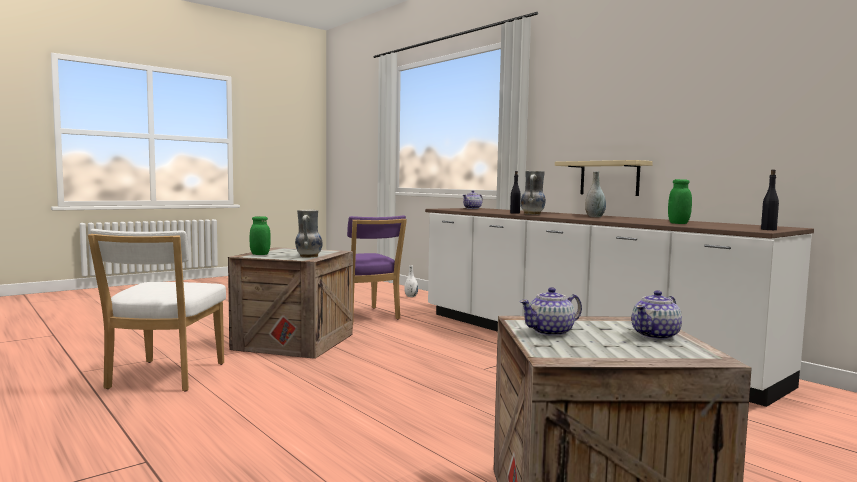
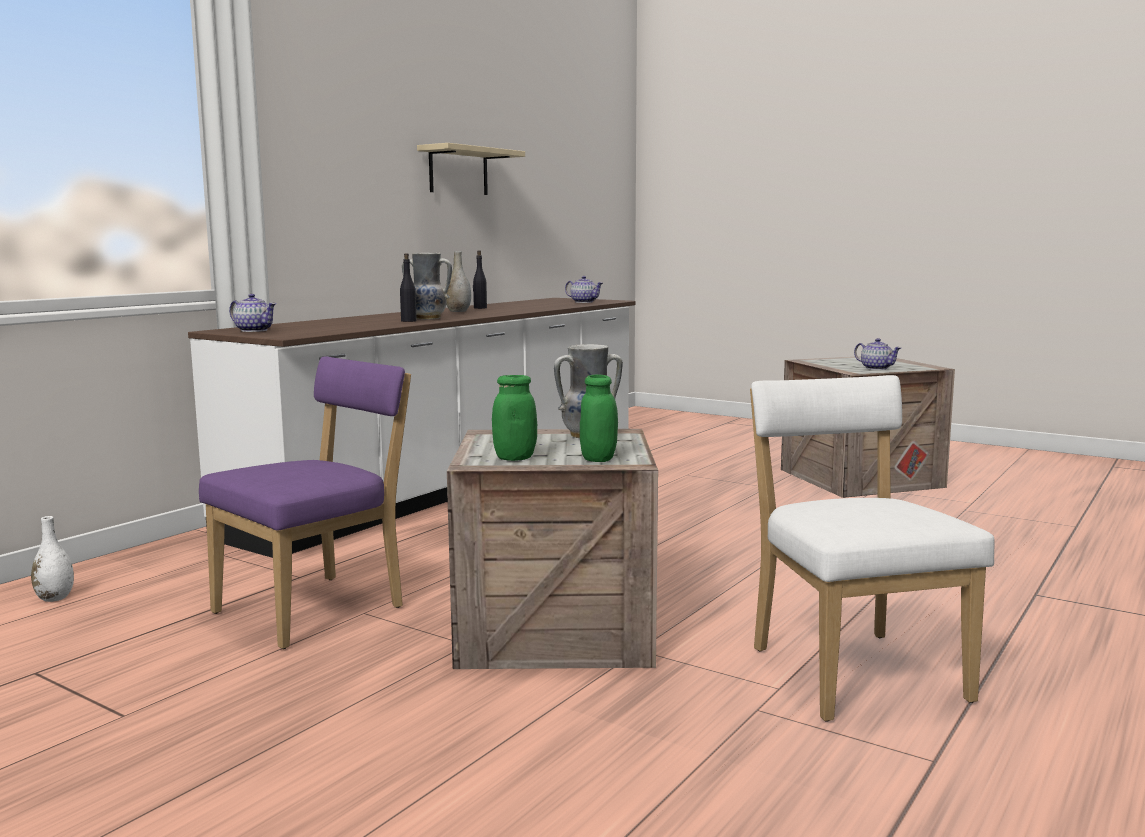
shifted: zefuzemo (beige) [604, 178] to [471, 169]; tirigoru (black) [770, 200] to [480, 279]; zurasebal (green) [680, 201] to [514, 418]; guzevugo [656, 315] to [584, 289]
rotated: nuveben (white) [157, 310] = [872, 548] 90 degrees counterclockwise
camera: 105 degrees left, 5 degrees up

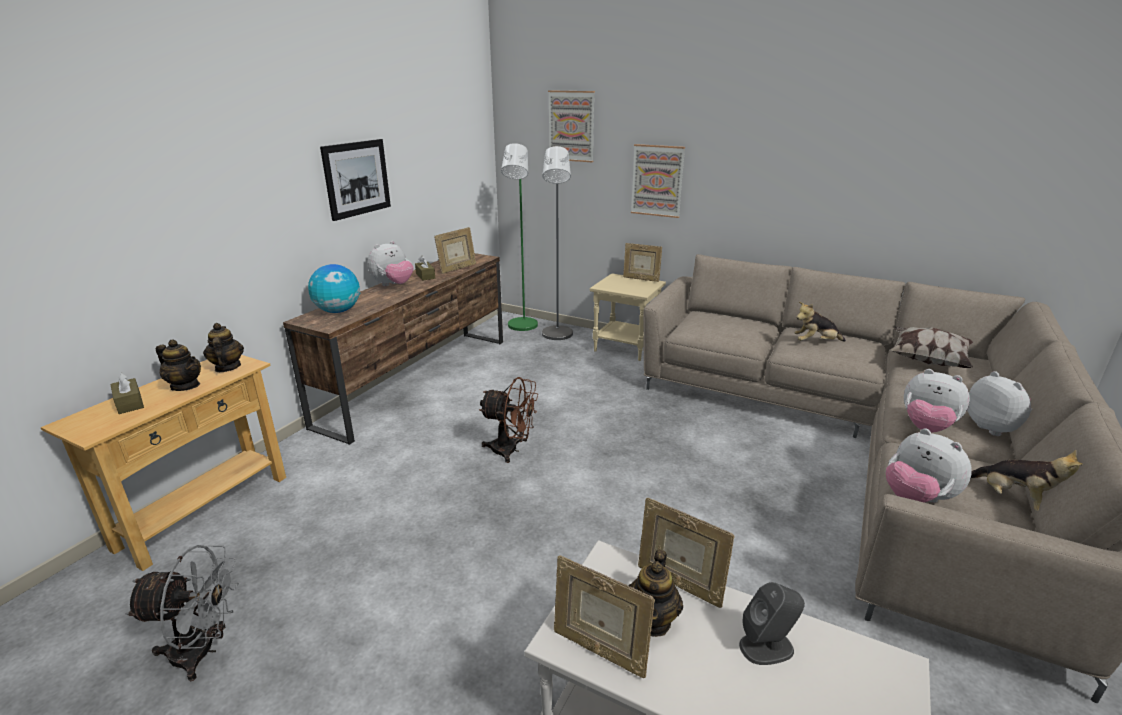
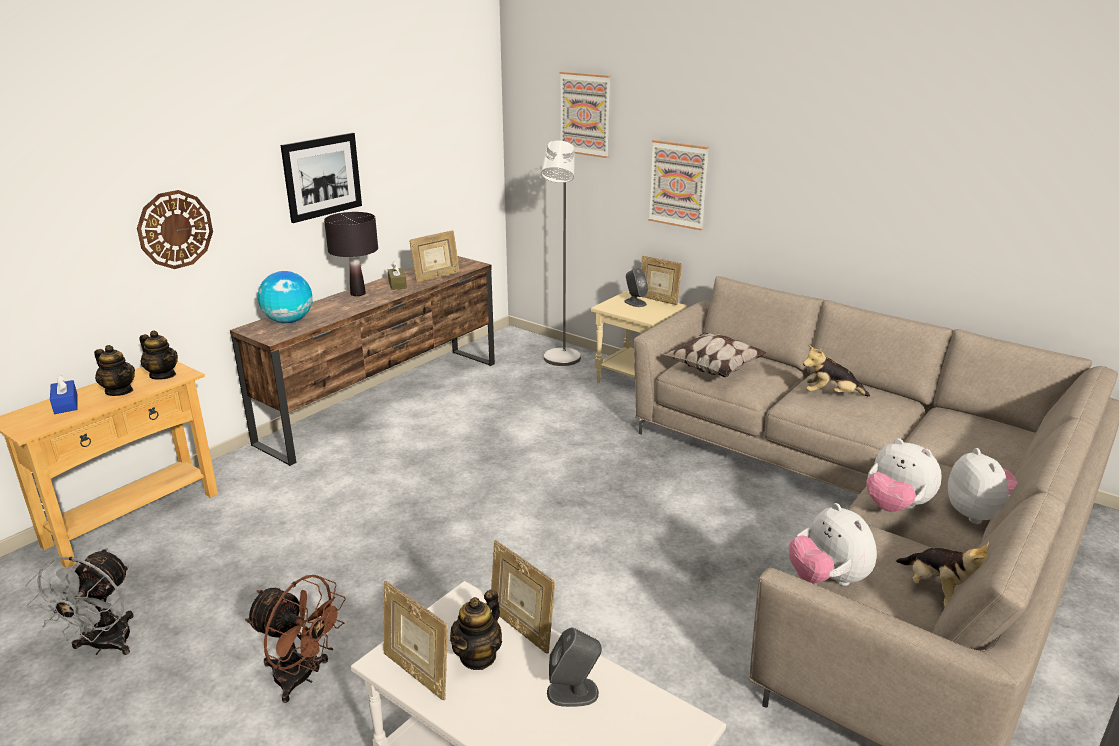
gone: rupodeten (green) [519, 237]
new: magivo [175, 229]; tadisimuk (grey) [636, 287]
shifted: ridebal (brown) [508, 420] to [295, 639]; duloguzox [931, 347] to [715, 355]
swapped: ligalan [390, 263] to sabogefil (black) [351, 254]
repainted: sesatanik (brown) [127, 393] to sesatanik (blue) [63, 394]
rotated: ridebal (grey) [182, 613] = [79, 601] 90 degrees clockwise; guzevugo [223, 347] = [159, 355] 135 degrees clockwise
camera: 10 degrees right, 0 degrees up

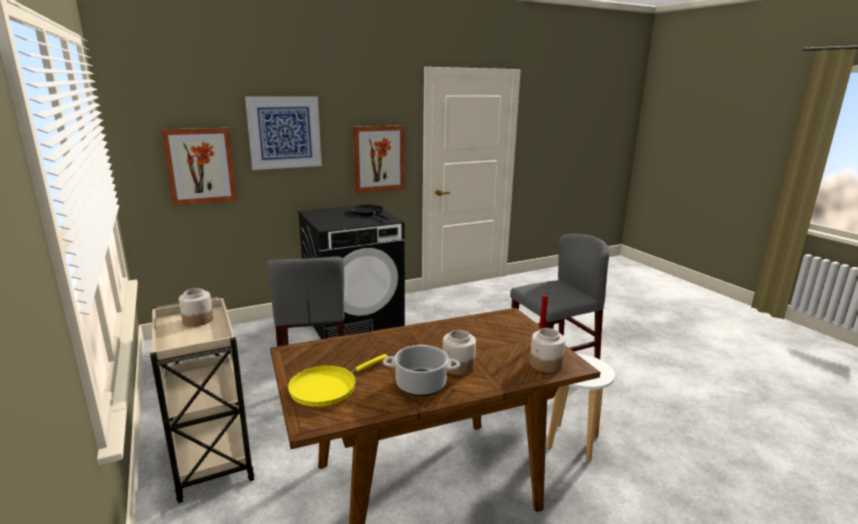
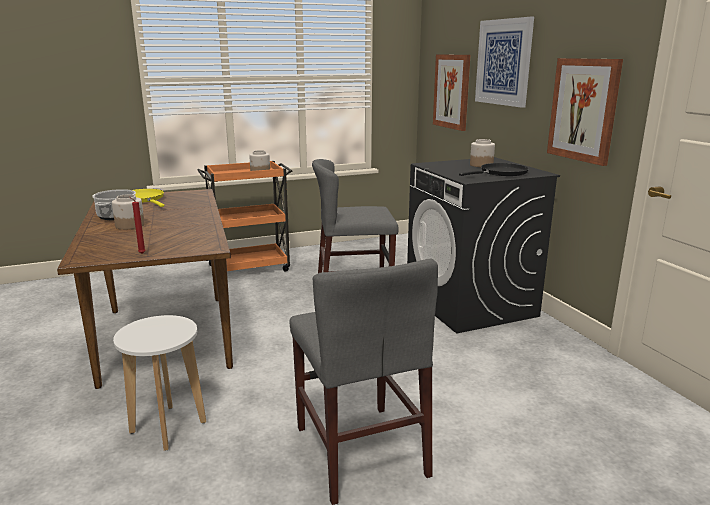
shifted: zurasebal [547, 350] to [482, 153]
repainted: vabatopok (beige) [202, 399] to vabatopok (orange) [245, 216]
camera: 95 degrees right, 0 degrees up

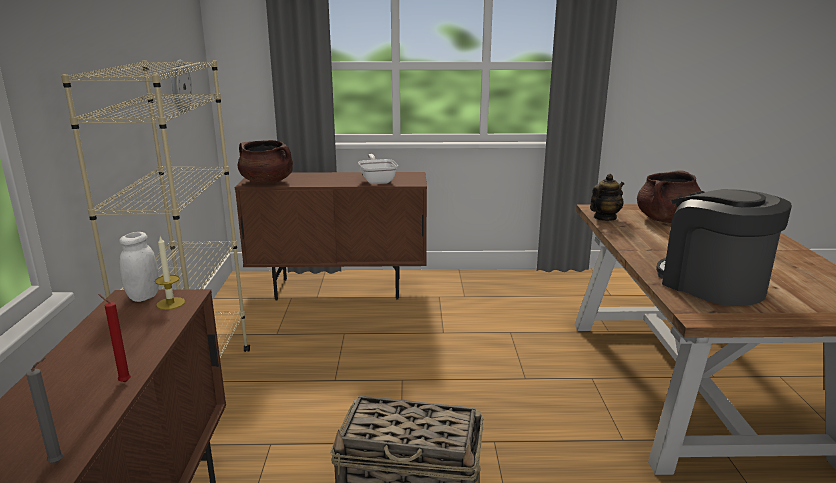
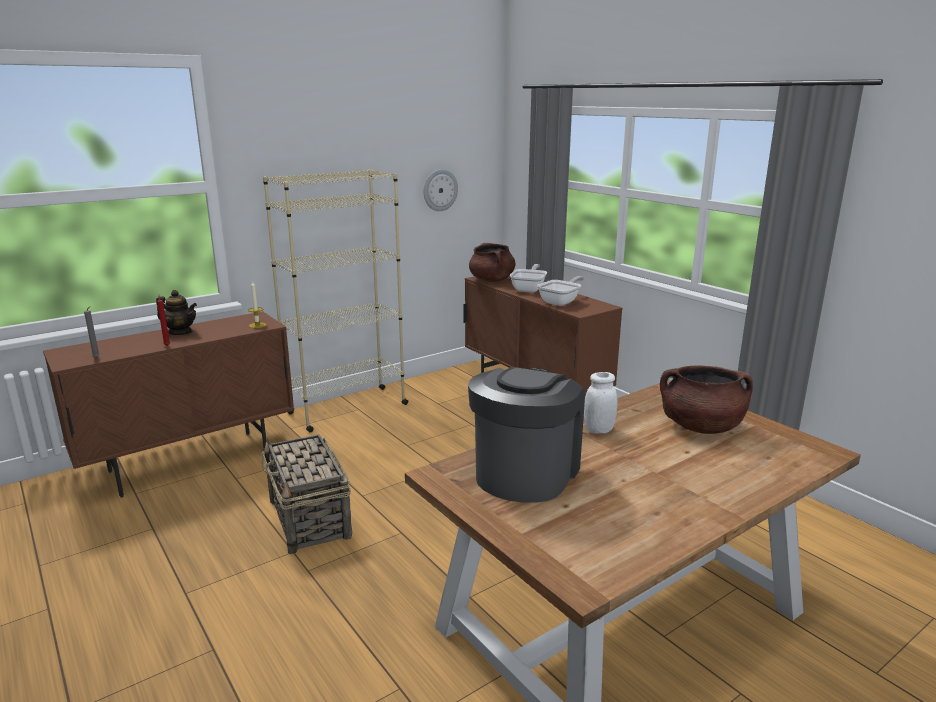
new: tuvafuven [528, 278]
shifted: guzevugo [607, 197] to [176, 312]; zurasebal (white) [139, 267] to [600, 402]
camera: 55 degrees right, 0 degrees up

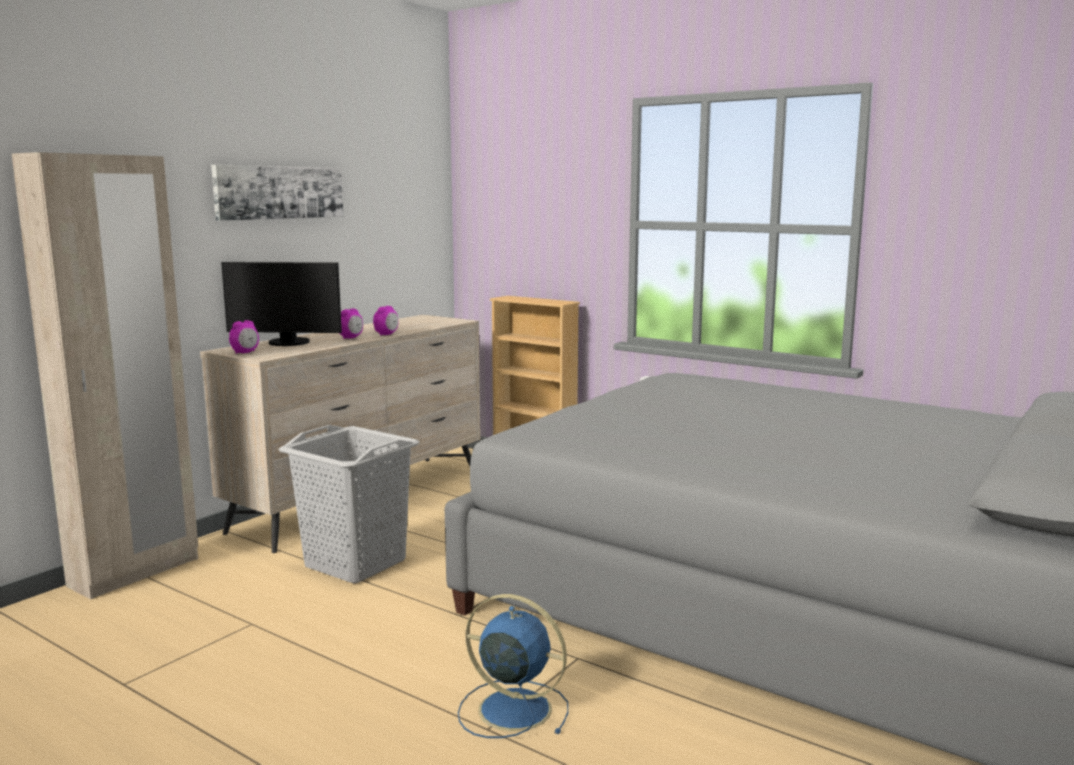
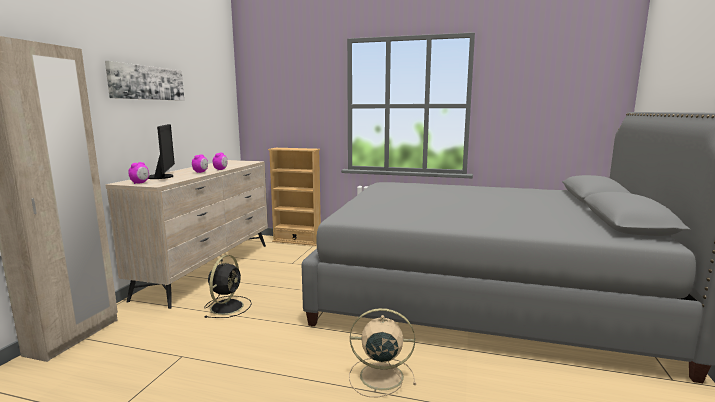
swapped: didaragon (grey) [348, 504] to ridebal (black) [228, 286]
repainted: ridebal (blue) [513, 666] to ridebal (beige) [382, 352]
rotated: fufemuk [281, 304] = [161, 151] 90 degrees counterclockwise
camera: 20 degrees left, 0 degrees up

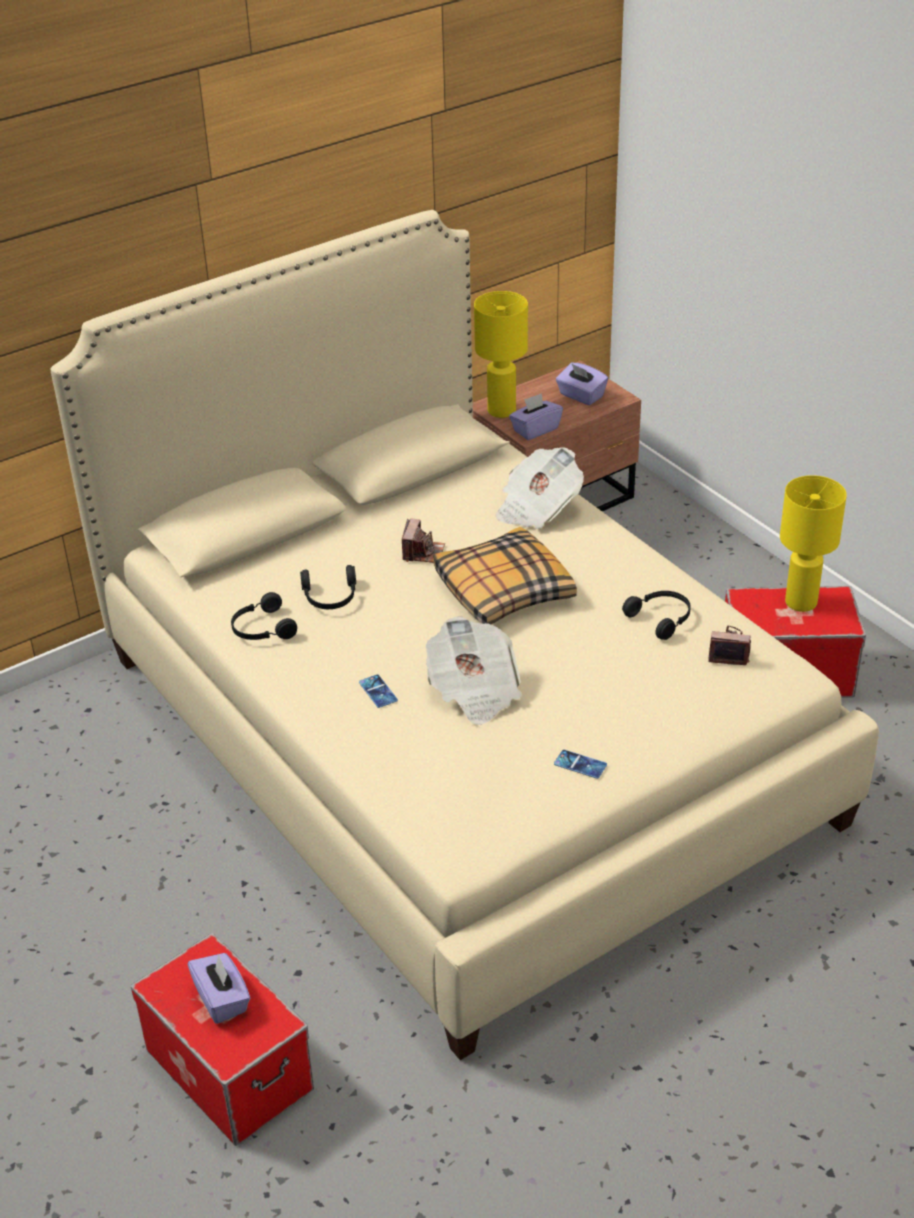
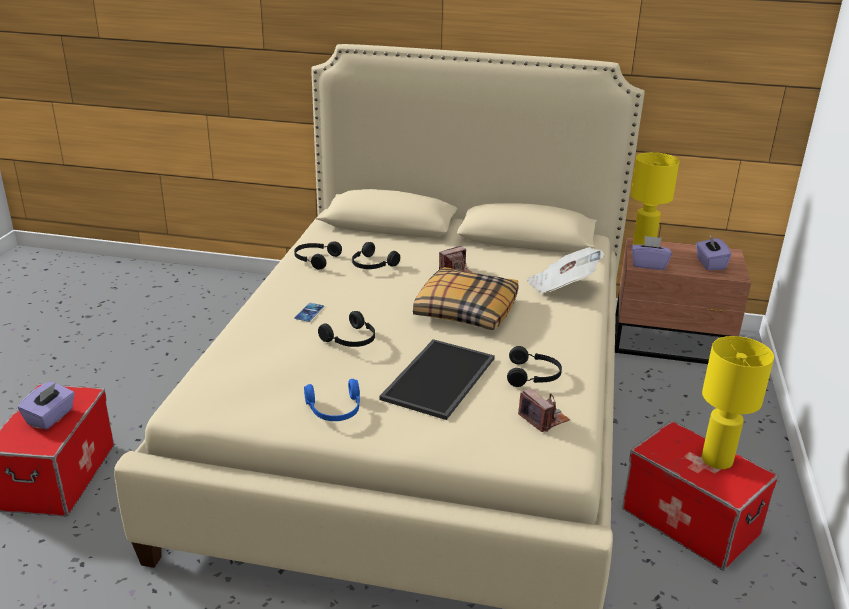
new: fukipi [437, 379]
swapped: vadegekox [580, 764] to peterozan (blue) [332, 400]; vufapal [474, 670] to peterozan (black) [346, 329]
camera: 45 degrees right, 10 degrees down

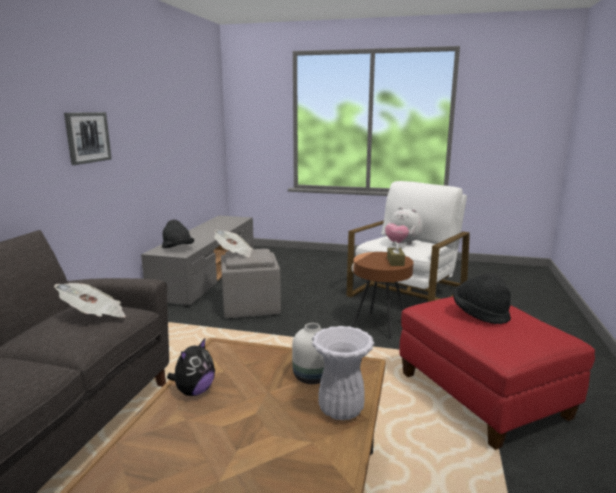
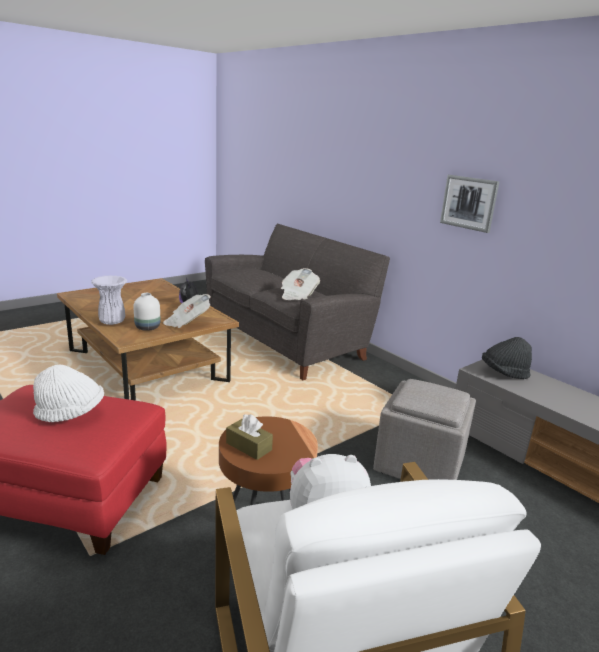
shifted: vufapal [233, 243] to [187, 311]
repainted: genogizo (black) [482, 298] to genogizo (white) [68, 393]
camera: 125 degrees right, 5 degrees up

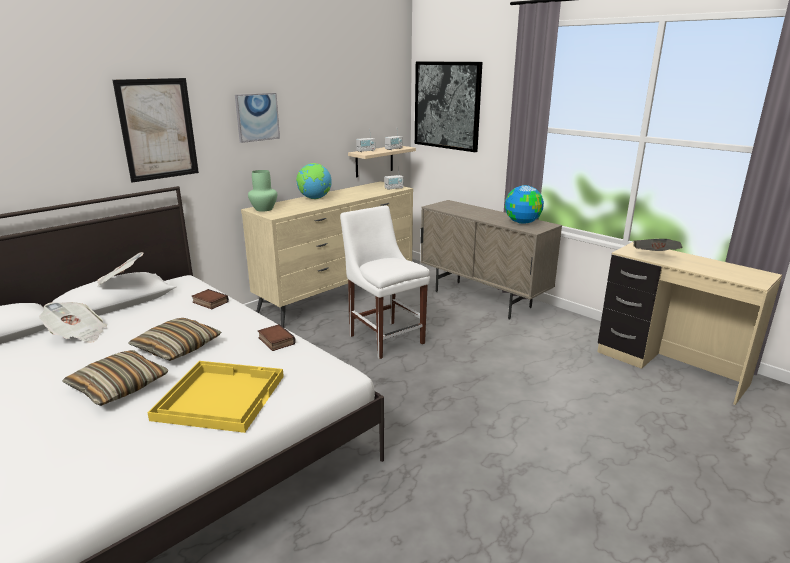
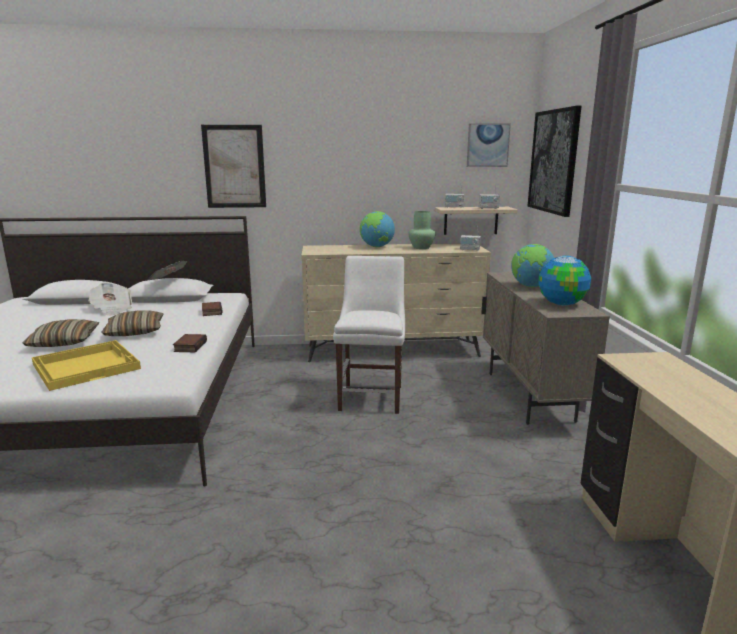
gone: vufapal [658, 245]
new: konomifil [532, 265]
shifted: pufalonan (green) [262, 191] to [421, 230]; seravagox [257, 118] to [489, 145]
camera: 40 degrees right, 5 degrees down

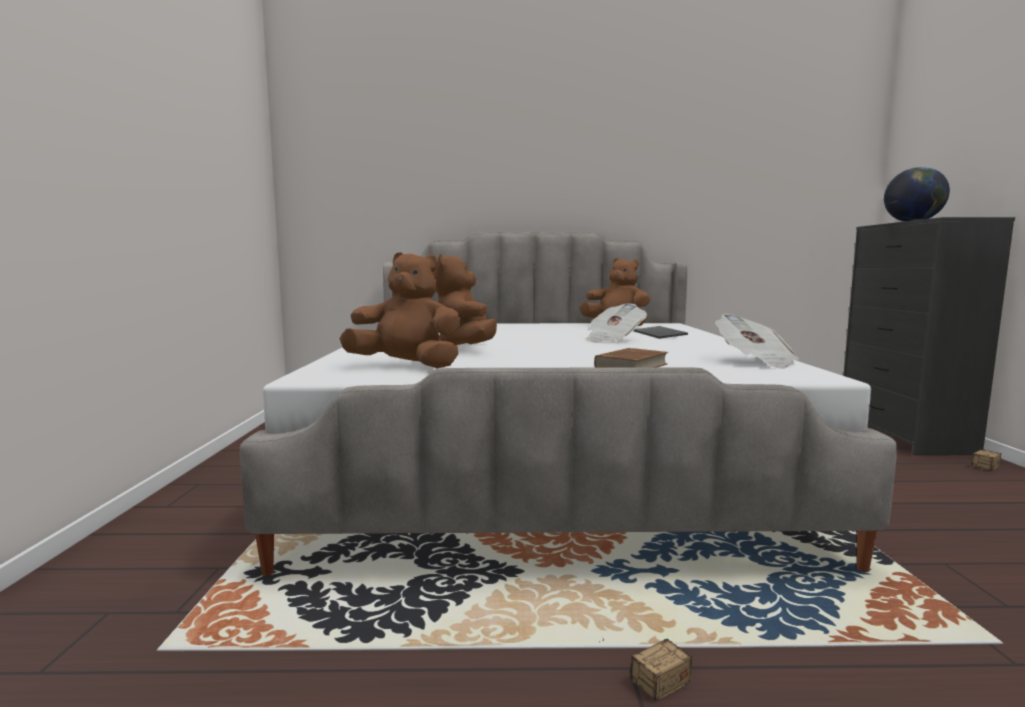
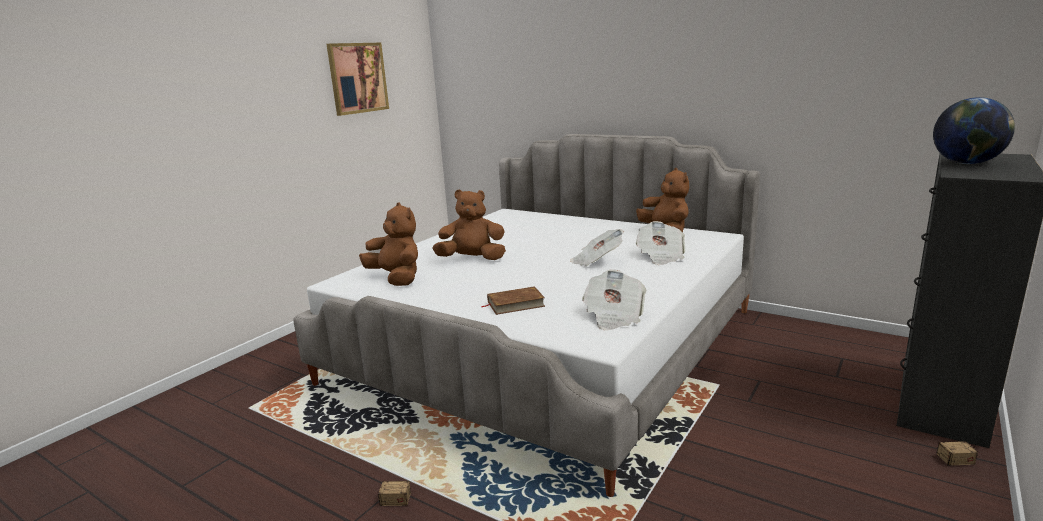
new: seravagox [358, 79]
swapped: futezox [660, 332] to vufapal [660, 243]
rotated: ligalan (brown) [465, 299] = [469, 224] 60 degrees clockwise
camera: 35 degrees right, 10 degrees up

